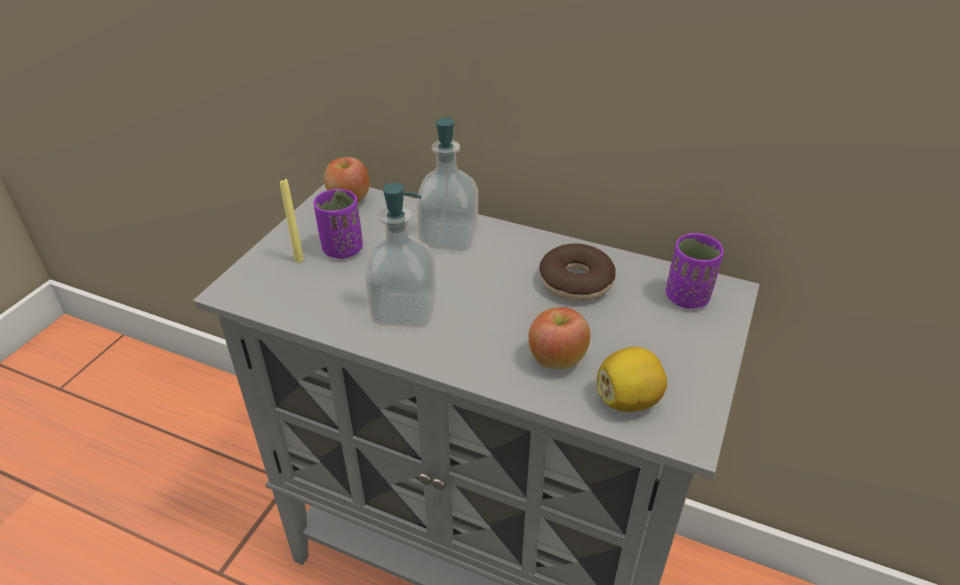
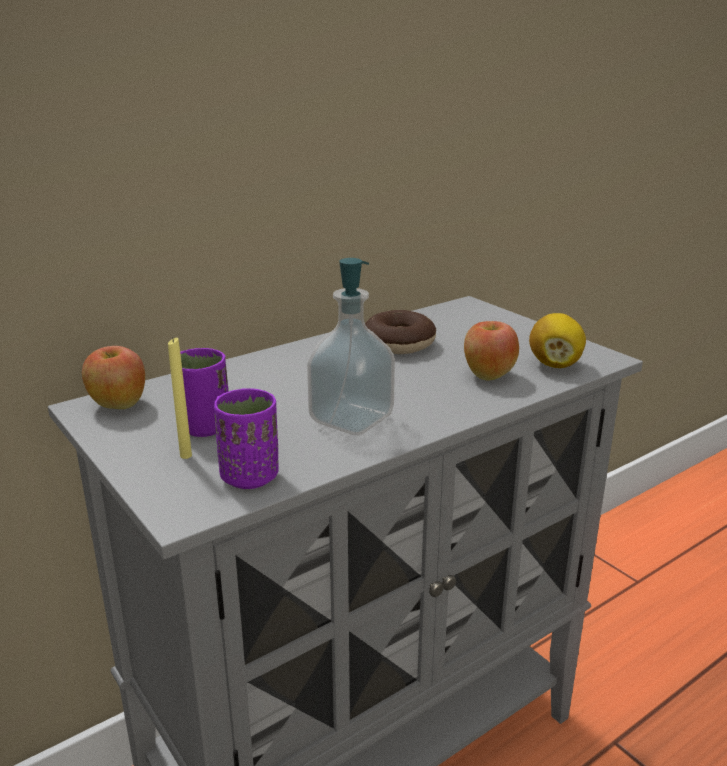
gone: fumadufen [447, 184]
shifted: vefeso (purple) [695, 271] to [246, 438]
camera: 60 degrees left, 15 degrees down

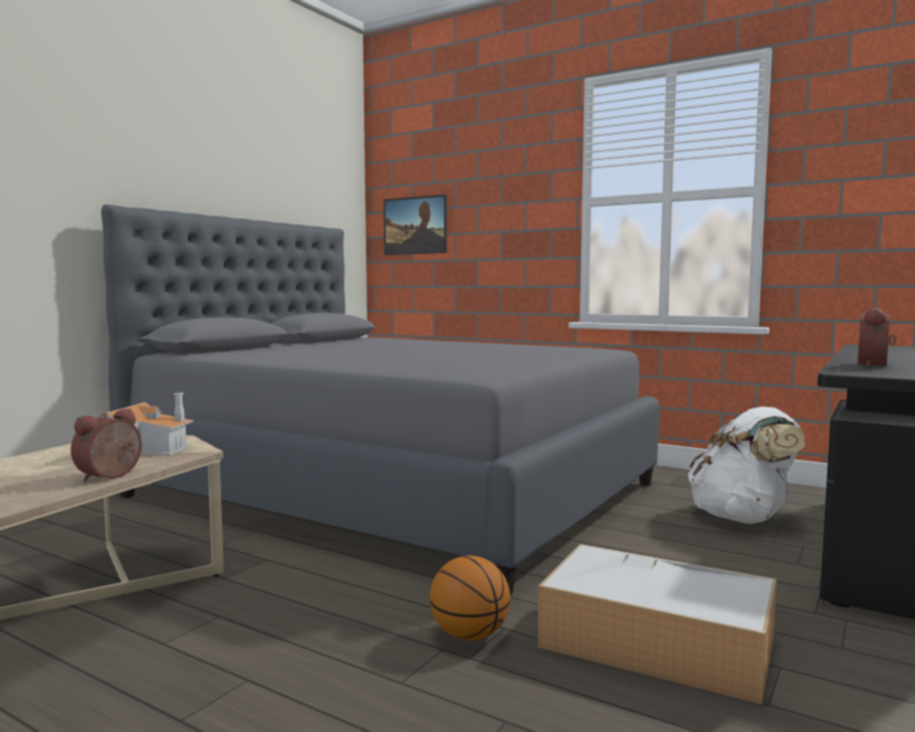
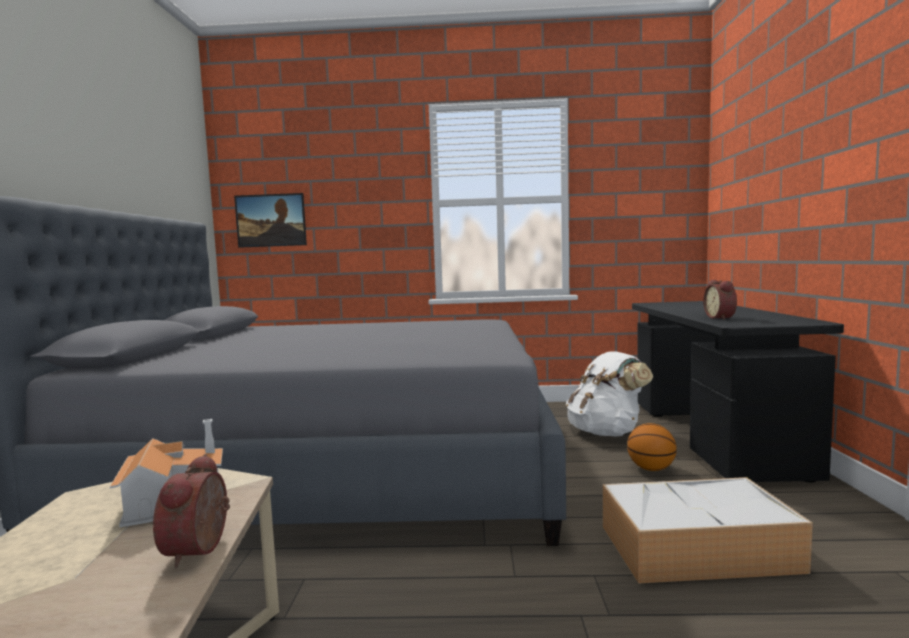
shifted: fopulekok [470, 598] to [652, 447]
camera: 30 degrees left, 0 degrees up

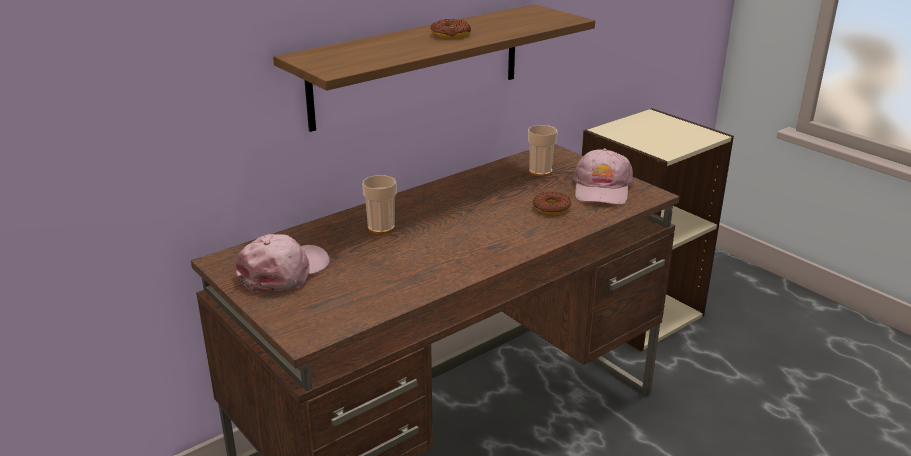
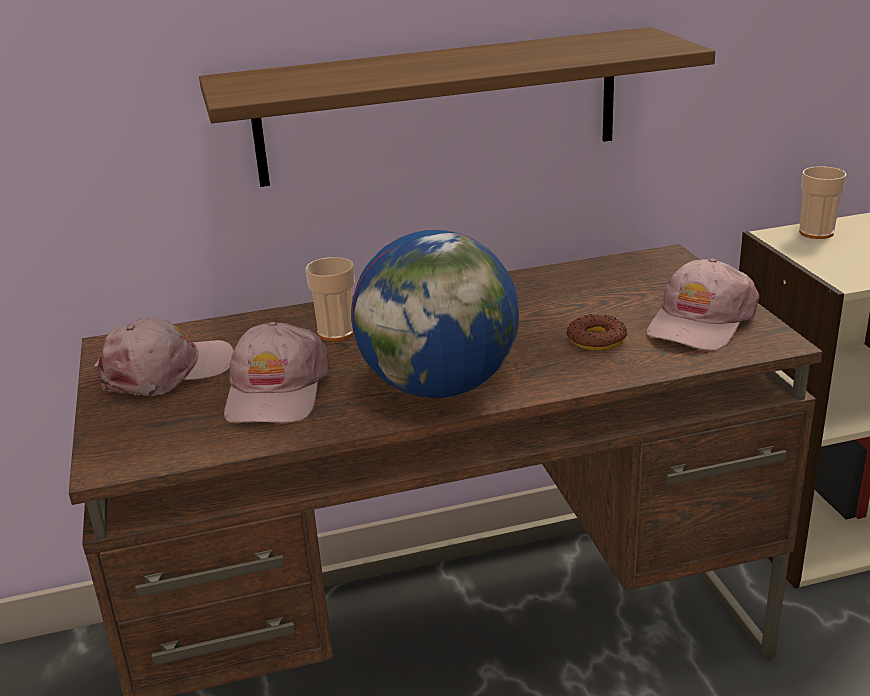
gone: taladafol [451, 28]
new: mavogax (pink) [276, 372]; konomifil [435, 314]
shifted: vefeso [543, 150] to [823, 202]
camera: 25 degrees right, 0 degrees up

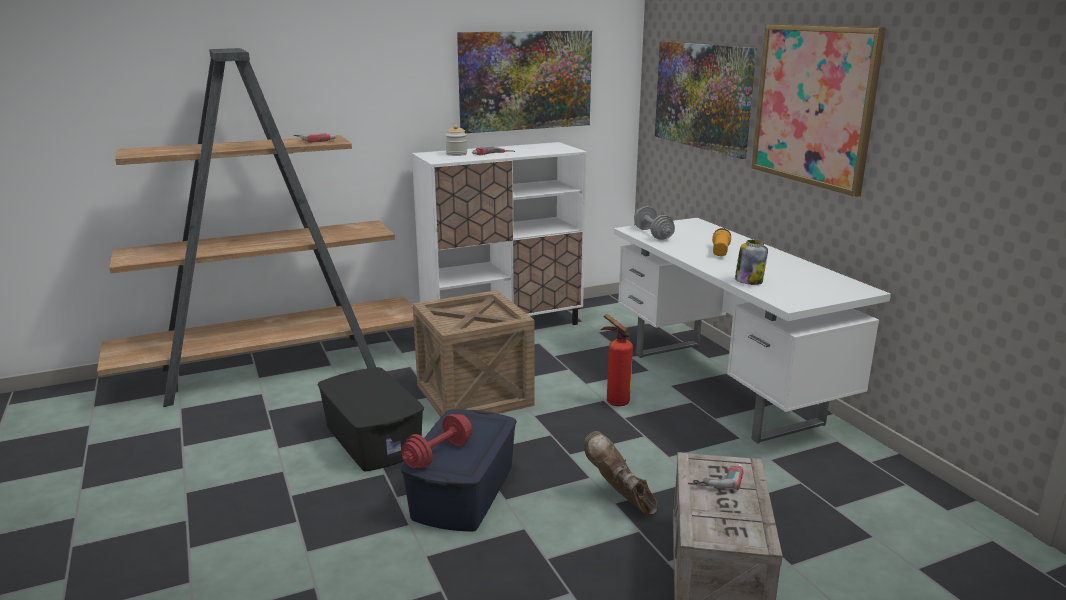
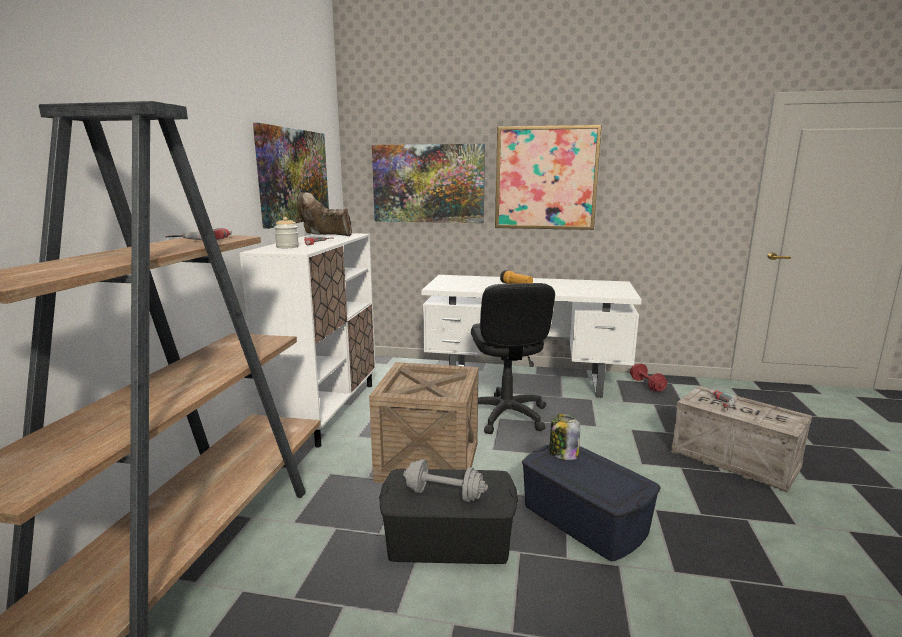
shifted: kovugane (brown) [620, 473] to [324, 214]; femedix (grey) [654, 223] to [445, 480]; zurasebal [751, 262] to [565, 437]; femedix (red) [436, 441] to [648, 377]
swapped: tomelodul [617, 360] to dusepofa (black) [513, 358]
camera: 55 degrees left, 5 degrees down

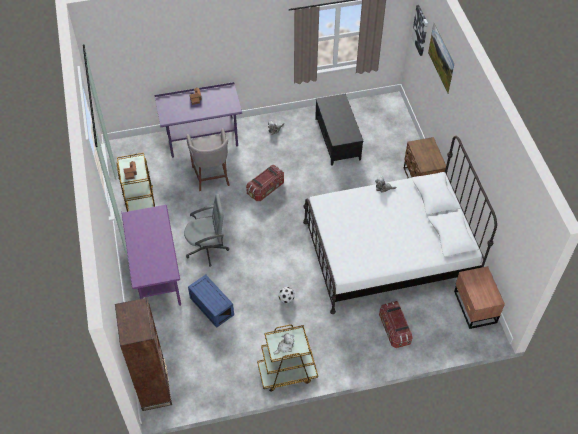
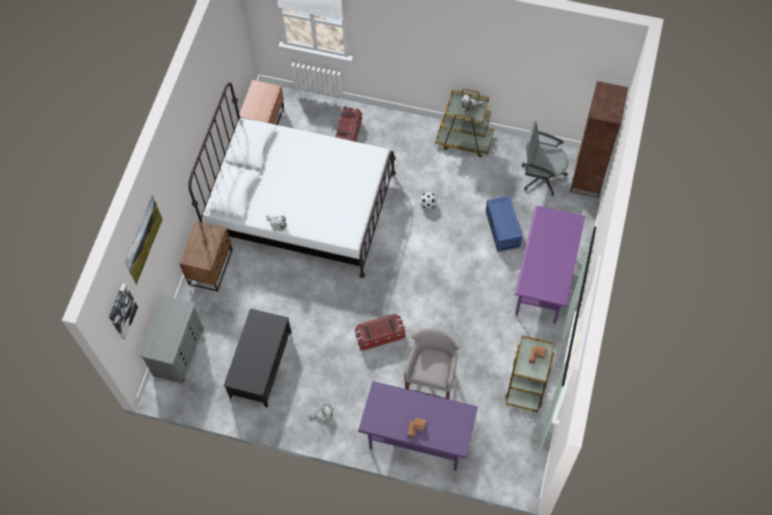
new: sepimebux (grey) [171, 339]
shifted: dusepofa (grey) [206, 230] to [544, 158]
camera: 150 degrees left, 10 degrees up

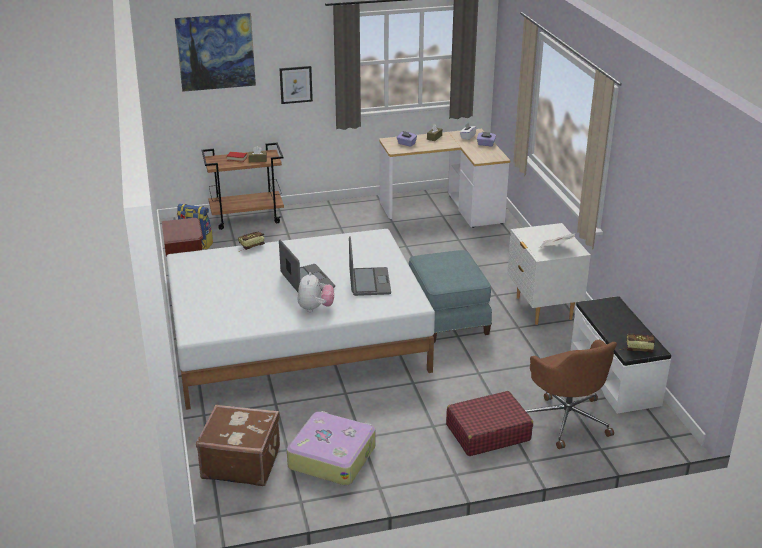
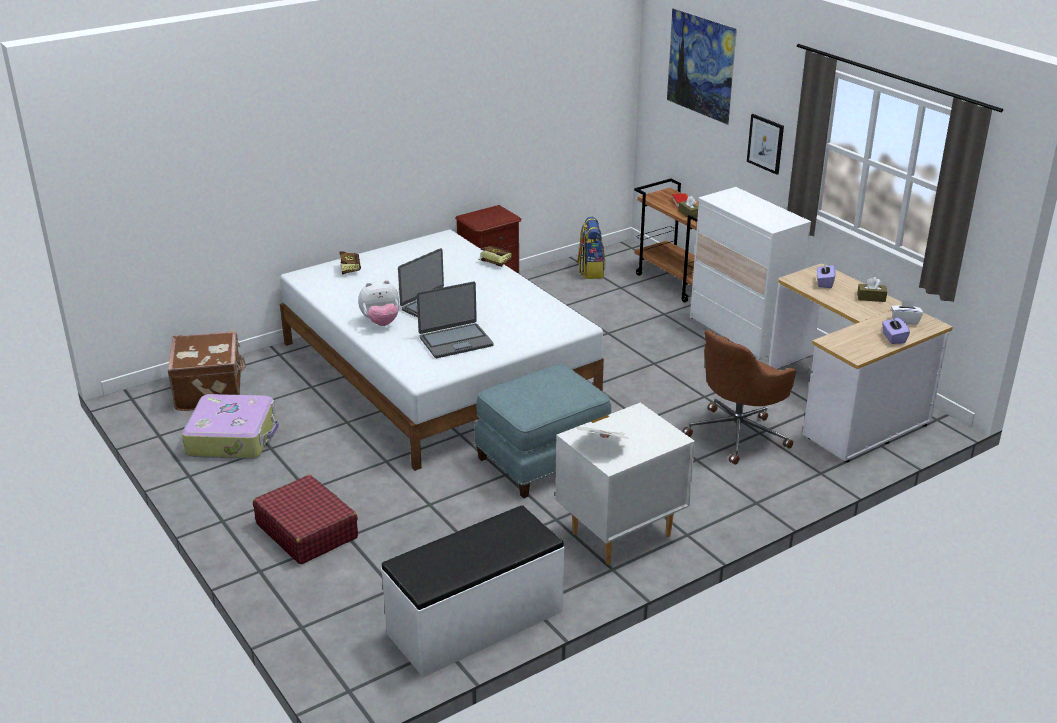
new: sepimebux (white) [750, 273]
shifted: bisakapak [637, 343] to [350, 263]; dusepofa (brown) [571, 394] to [739, 397]
camera: 70 degrees right, 0 degrees up

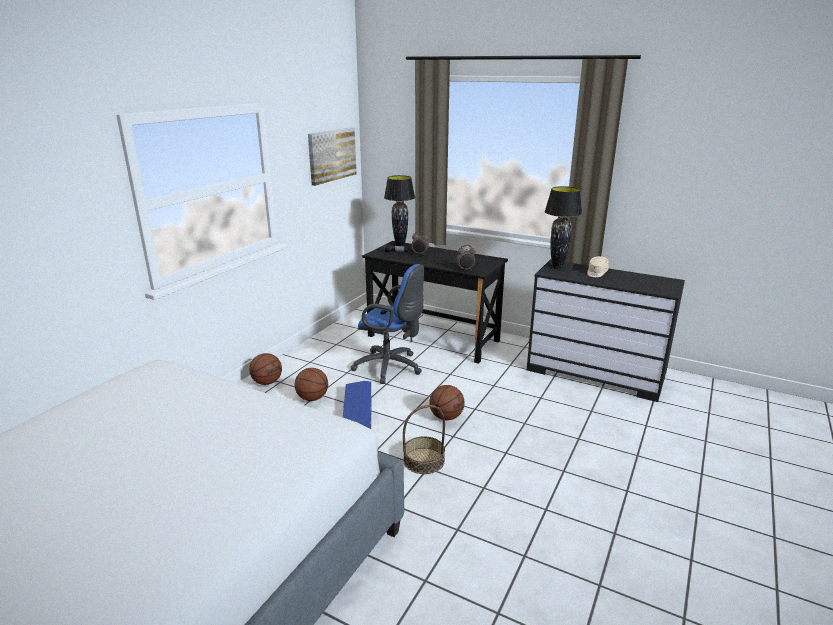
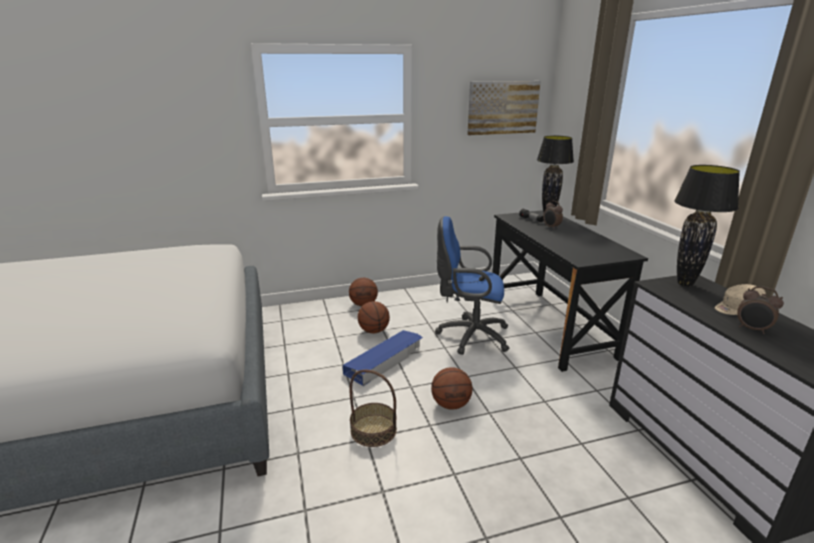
shifted: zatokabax [466, 258] to [760, 310]
rotated: dusepofa (blue) [387, 324] = [472, 285] 120 degrees clockwise
camera: 45 degrees right, 0 degrees up

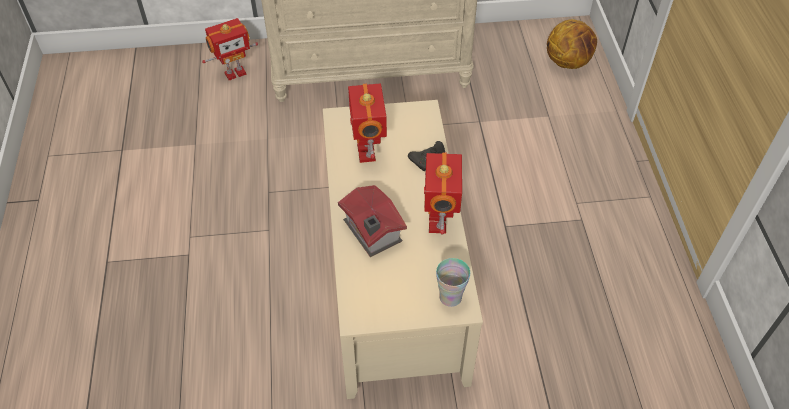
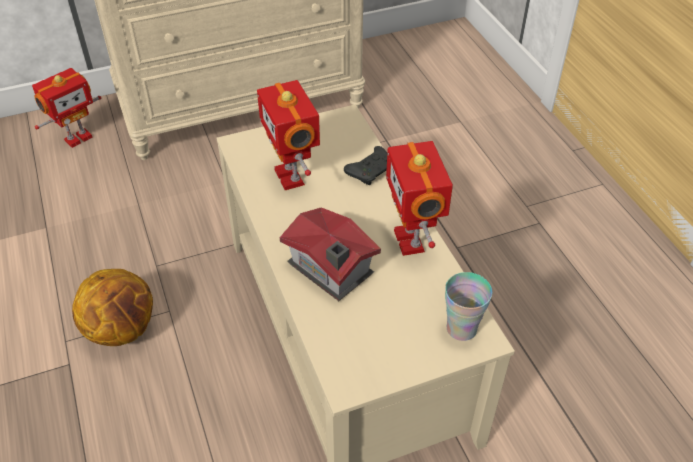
shifted: fopulekok [572, 44] to [112, 307]
camera: 15 degrees left, 5 degrees down

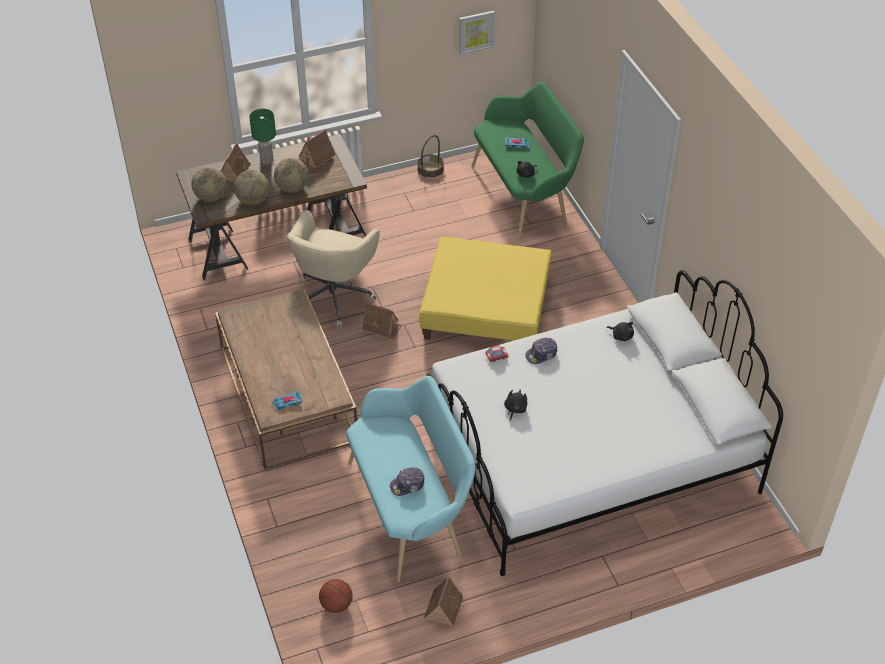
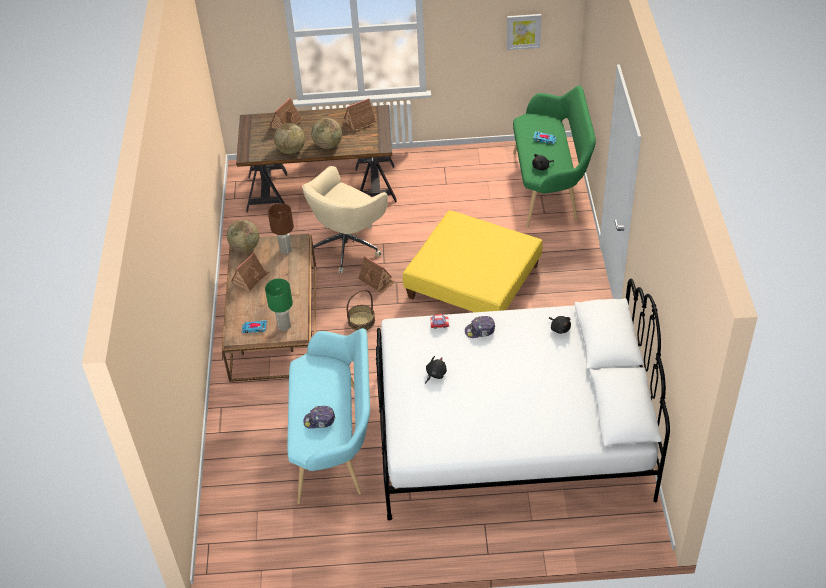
gone: fopulekok [336, 596]
new: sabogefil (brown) [281, 228]
shifted: konomifil [209, 184] to [243, 236]; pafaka [443, 601] to [250, 271]; sabogefil (green) [262, 136] to [279, 305]; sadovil [430, 156] to [361, 310]
camera: 20 degrees right, 0 degrees up

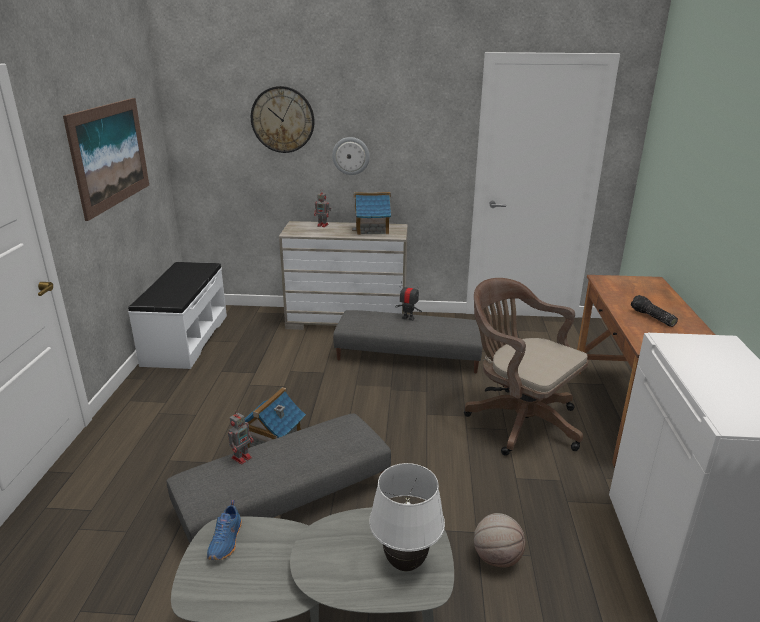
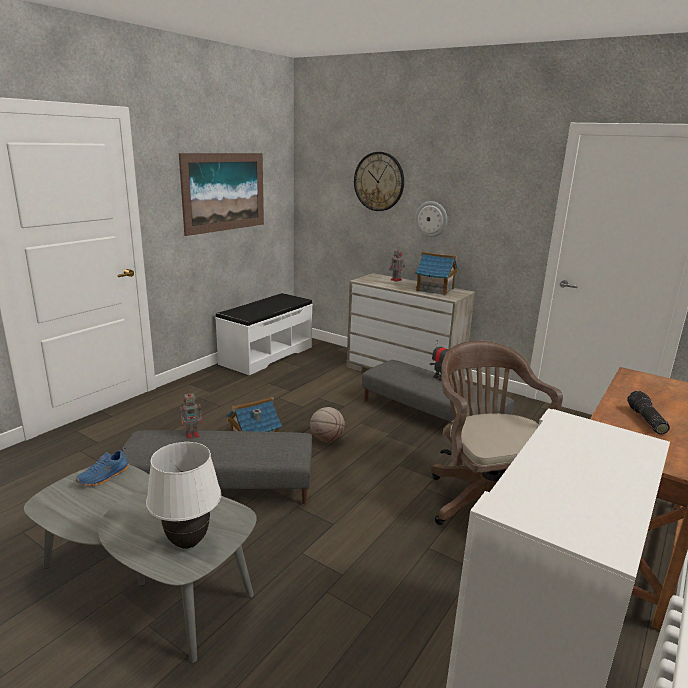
shifted: fopulekok [499, 540] to [327, 424]
camera: 30 degrees right, 5 degrees down

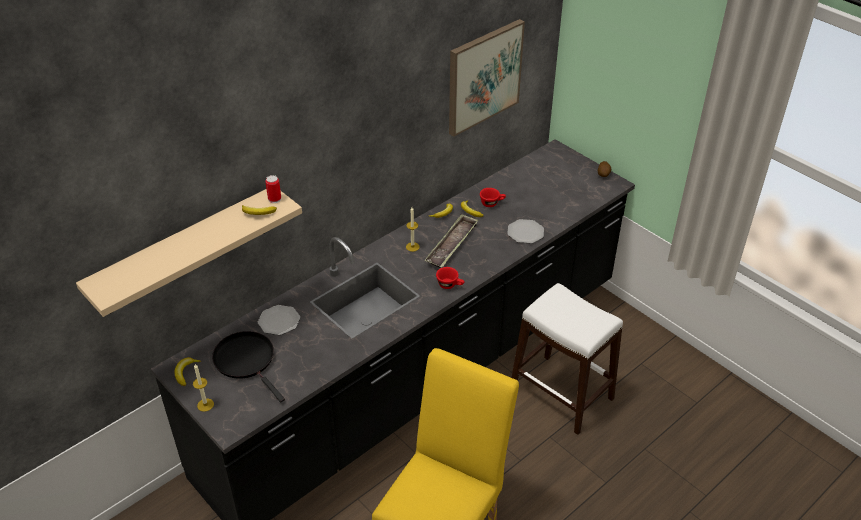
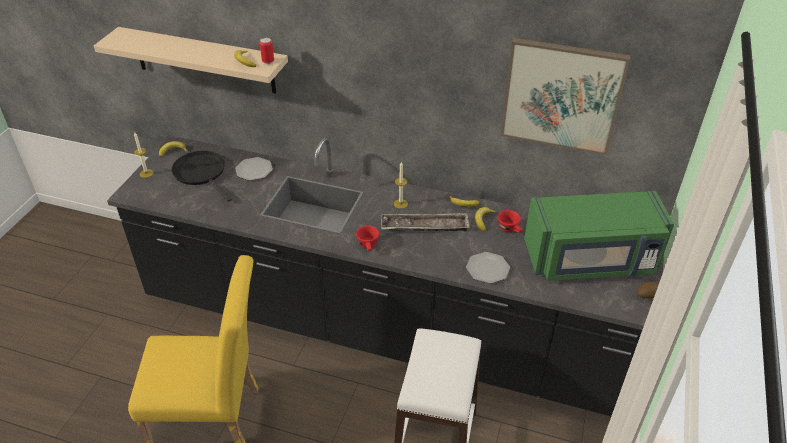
new: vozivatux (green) [599, 236]
rotated: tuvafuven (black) [248, 367] = [202, 176] 60 degrees counterclockwise
camera: 60 degrees right, 0 degrees up

